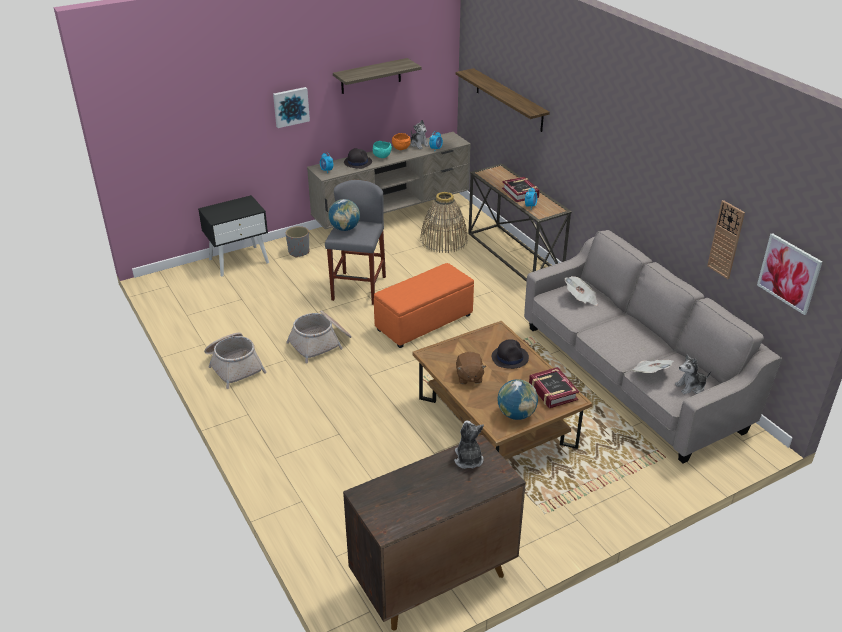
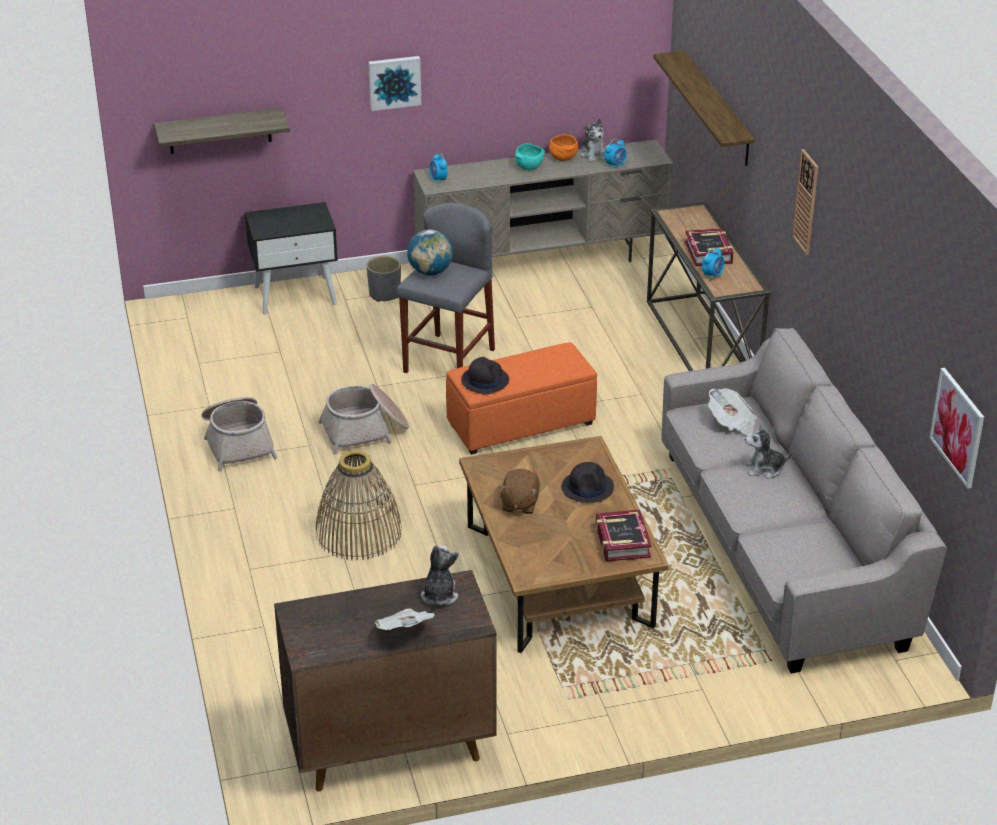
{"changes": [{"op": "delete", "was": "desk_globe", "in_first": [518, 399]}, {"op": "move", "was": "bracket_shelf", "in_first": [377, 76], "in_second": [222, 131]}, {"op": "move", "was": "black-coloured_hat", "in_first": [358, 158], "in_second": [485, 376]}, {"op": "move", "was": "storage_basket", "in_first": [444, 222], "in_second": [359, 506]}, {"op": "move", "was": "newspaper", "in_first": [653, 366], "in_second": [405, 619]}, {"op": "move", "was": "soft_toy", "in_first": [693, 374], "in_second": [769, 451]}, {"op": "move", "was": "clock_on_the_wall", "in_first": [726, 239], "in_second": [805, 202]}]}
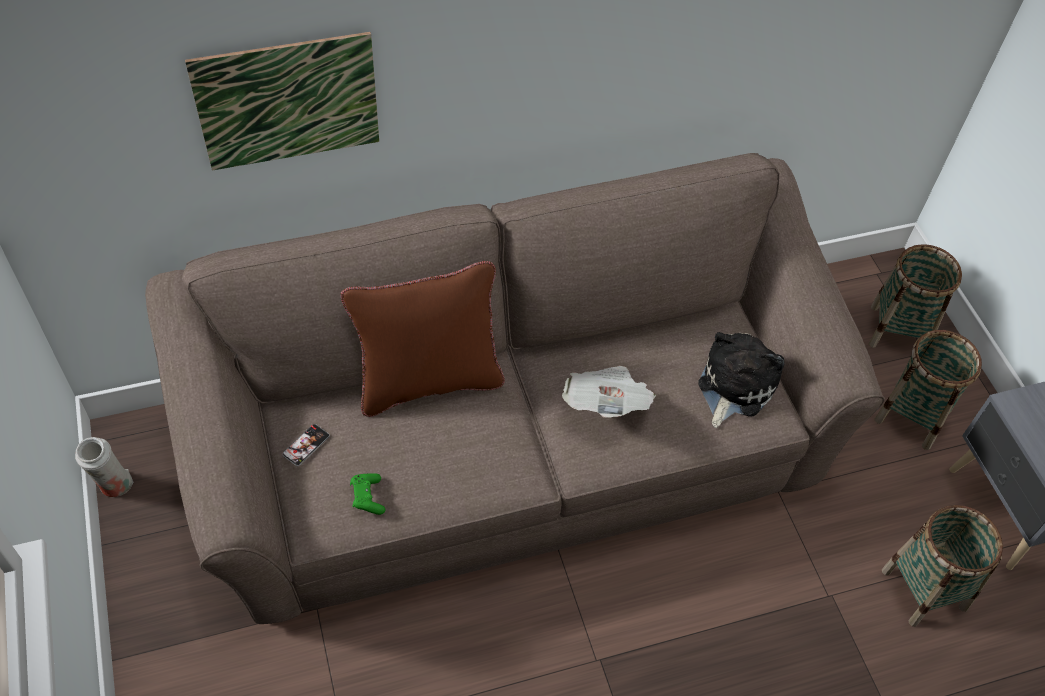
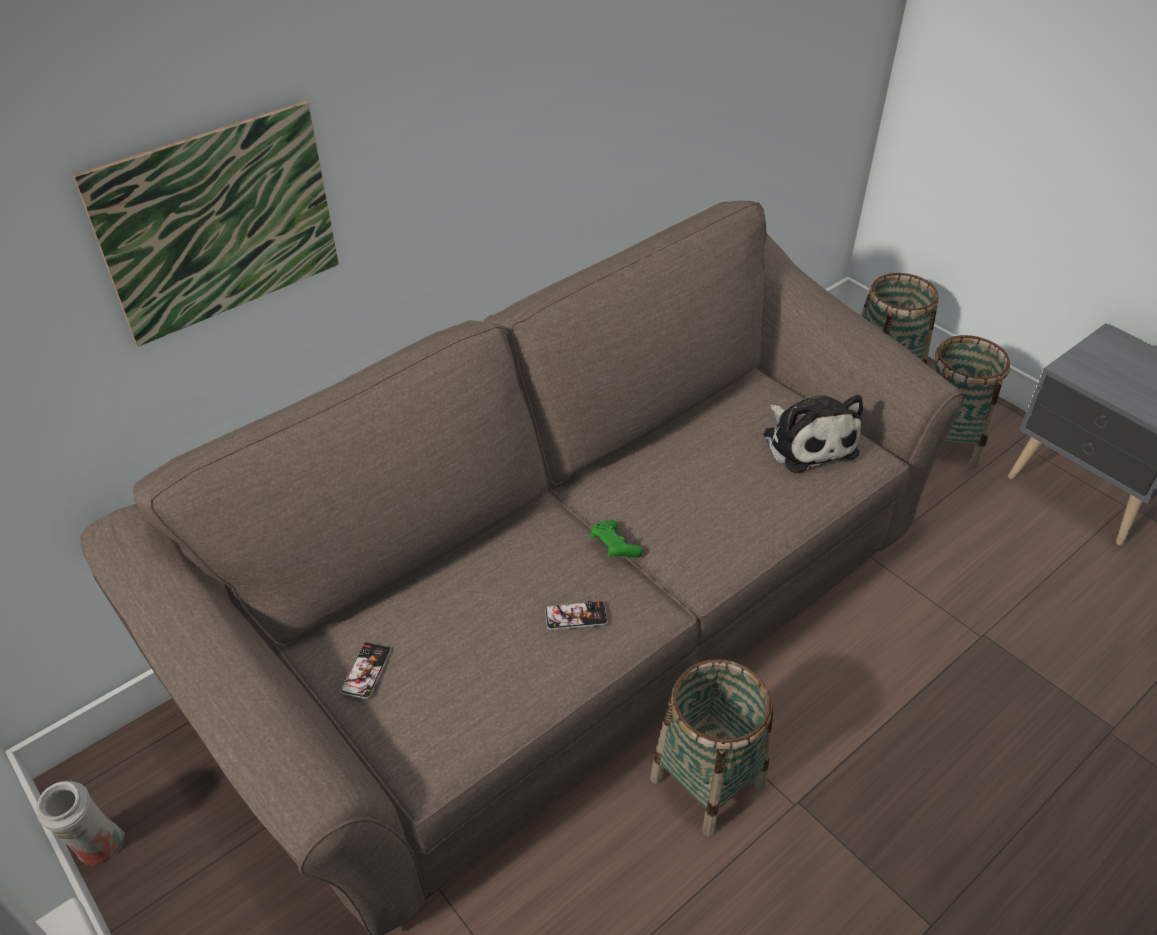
{"changes": [{"op": "delete", "was": "brown-coloured_pillow", "in_first": [423, 339]}, {"op": "delete", "was": "newspaper", "in_first": [609, 392]}, {"op": "insert", "now": "phone", "in_second": [576, 615]}, {"op": "move", "was": "green-coloured_joypad", "in_first": [367, 494], "in_second": [617, 539]}, {"op": "move", "was": "storage_basket", "in_first": [942, 566], "in_second": [711, 748]}, {"op": "rotate", "was": "soft_toy", "in_first": [741, 380], "in_second": [813, 434], "clockwise": 150}]}
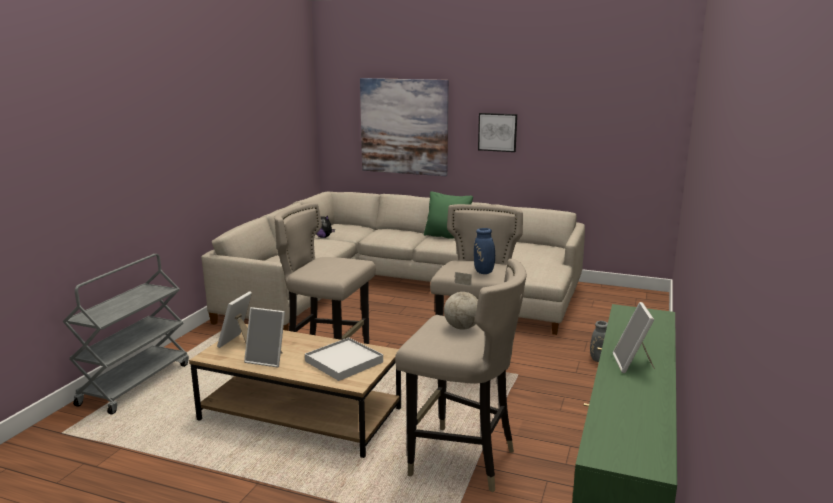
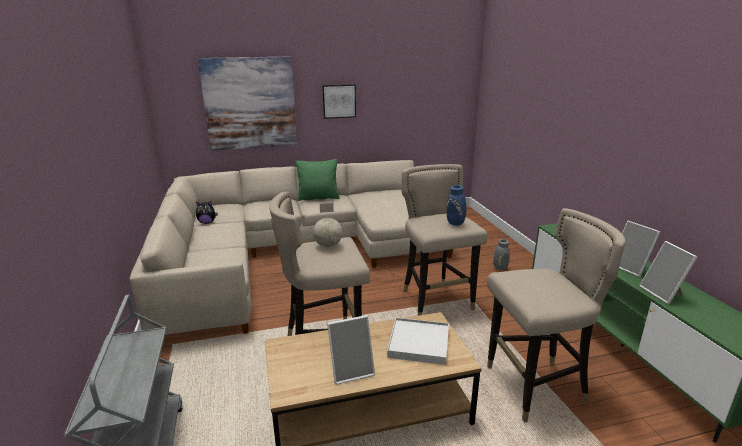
{"changes": [{"op": "move", "was": "standing_frame", "in_first": [234, 319], "in_second": [668, 272]}, {"op": "move", "was": "desk_globe", "in_first": [461, 301], "in_second": [327, 225]}]}
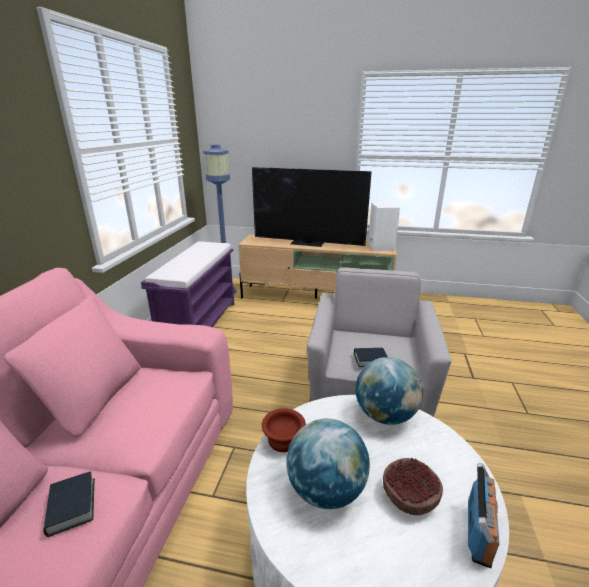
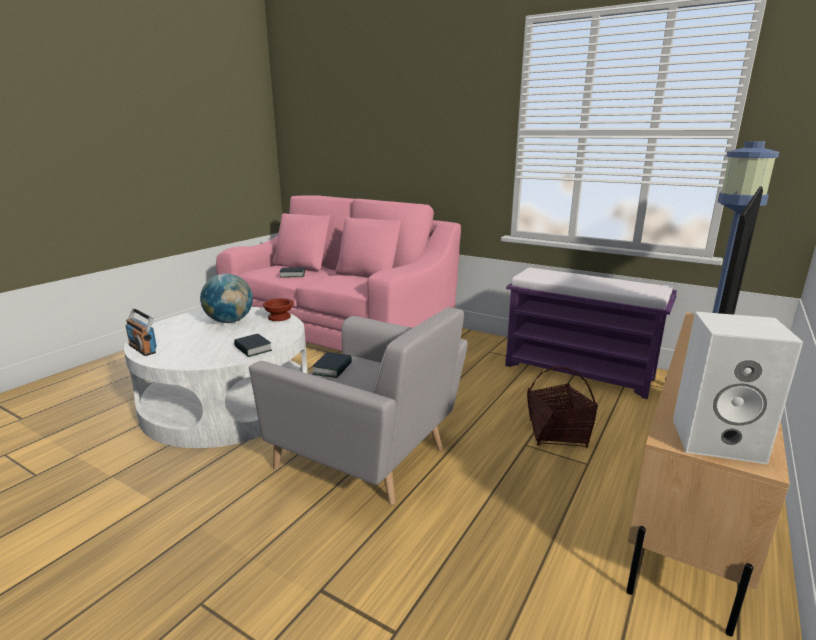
{"changes": [{"op": "delete", "was": "serving_bowl", "in_first": [413, 486]}, {"op": "insert", "now": "storage_basket", "in_second": [562, 407]}, {"op": "replace", "was": "desk_globe", "now": "bound_book", "in_first": [389, 391], "in_second": [253, 345]}]}
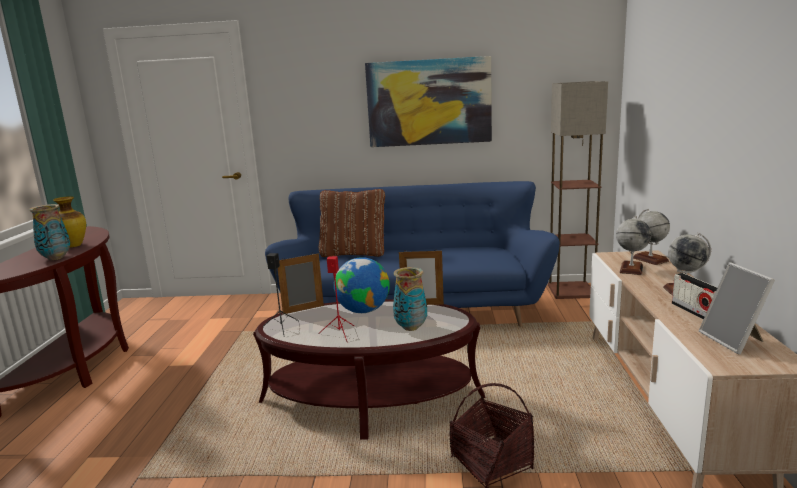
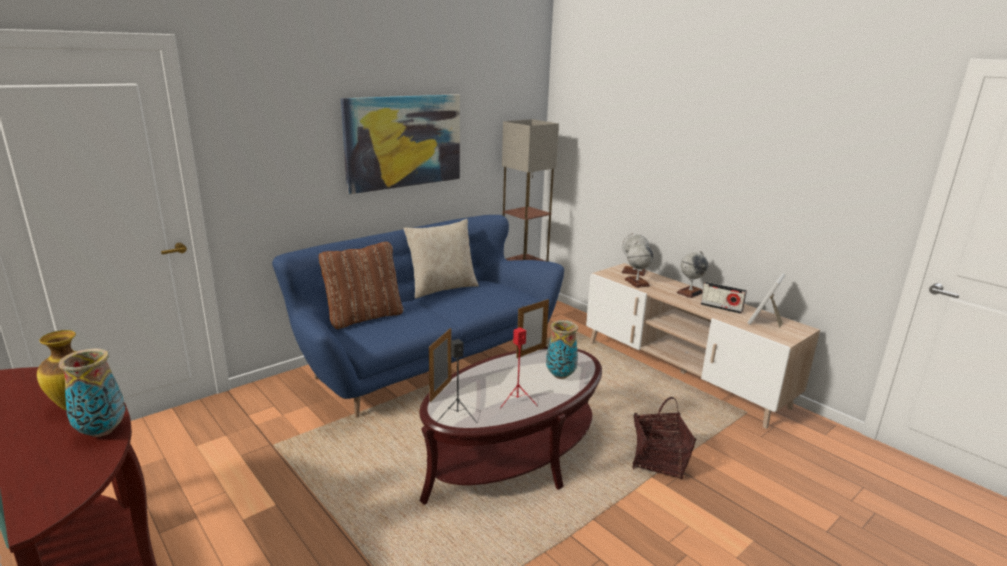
{"changes": [{"op": "delete", "was": "desk_globe", "in_first": [362, 285]}, {"op": "insert", "now": "beige-coloured_pillow", "in_second": [441, 259]}, {"op": "rotate", "was": "standing_frame", "in_first": [737, 308], "in_second": [767, 300], "clockwise": 90}]}
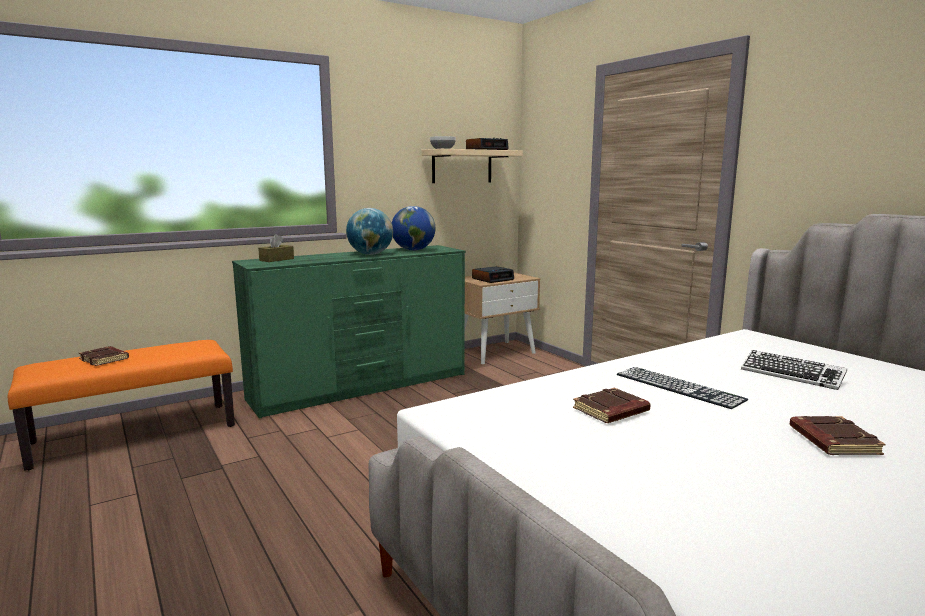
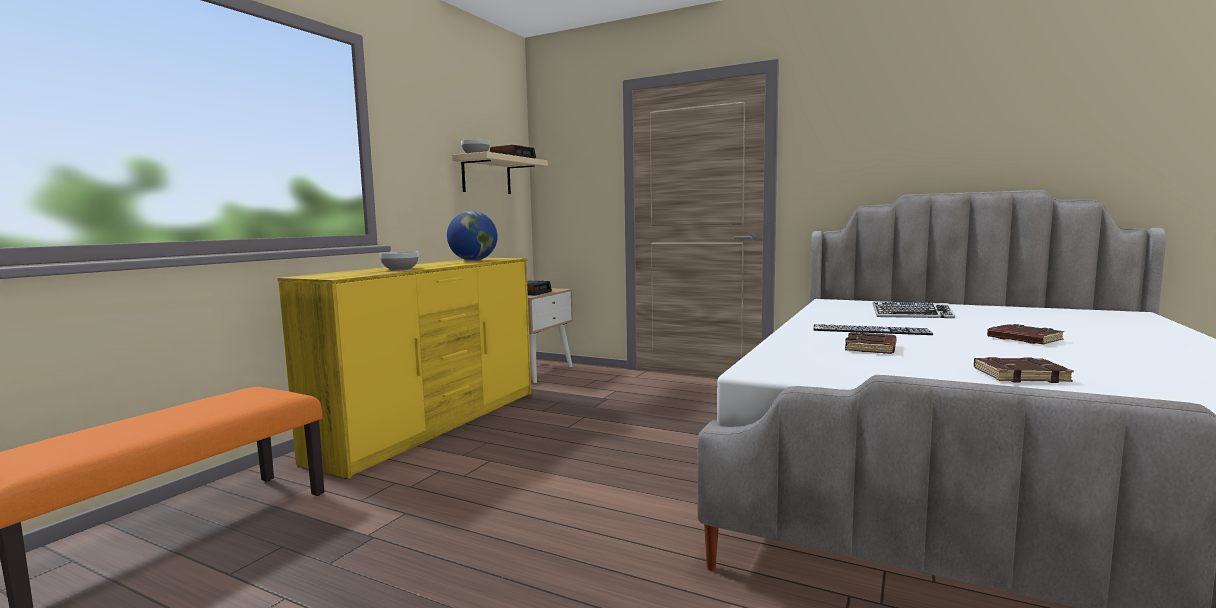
{"changes": [{"op": "delete", "was": "brown-coloured_tissue_holder", "in_first": [276, 248]}, {"op": "delete", "was": "desk_globe", "in_first": [369, 231]}, {"op": "insert", "now": "serving_bowl", "in_second": [399, 261]}, {"op": "move", "was": "brown-coloured_bound_book", "in_first": [104, 356], "in_second": [1024, 370]}, {"op": "recolor", "was": "green-coloured_dresser", "now": "yellowish_dresser", "in_first": [348, 332], "in_second": [404, 368]}]}
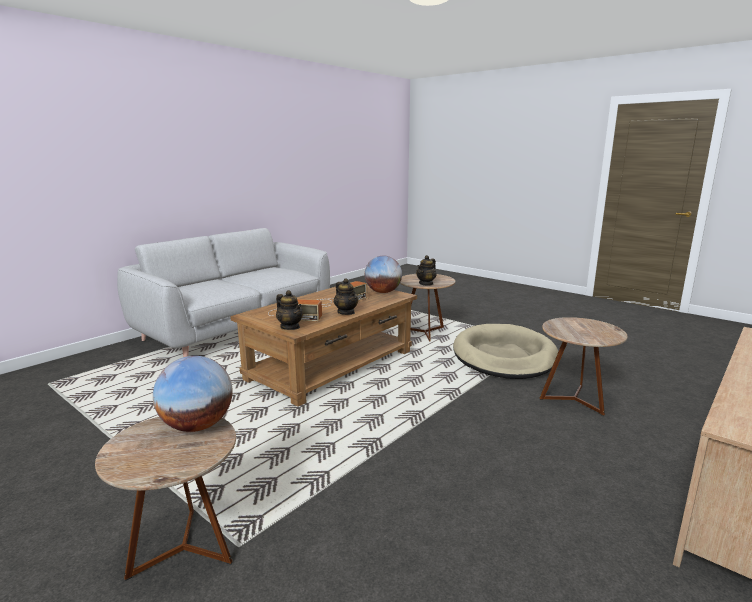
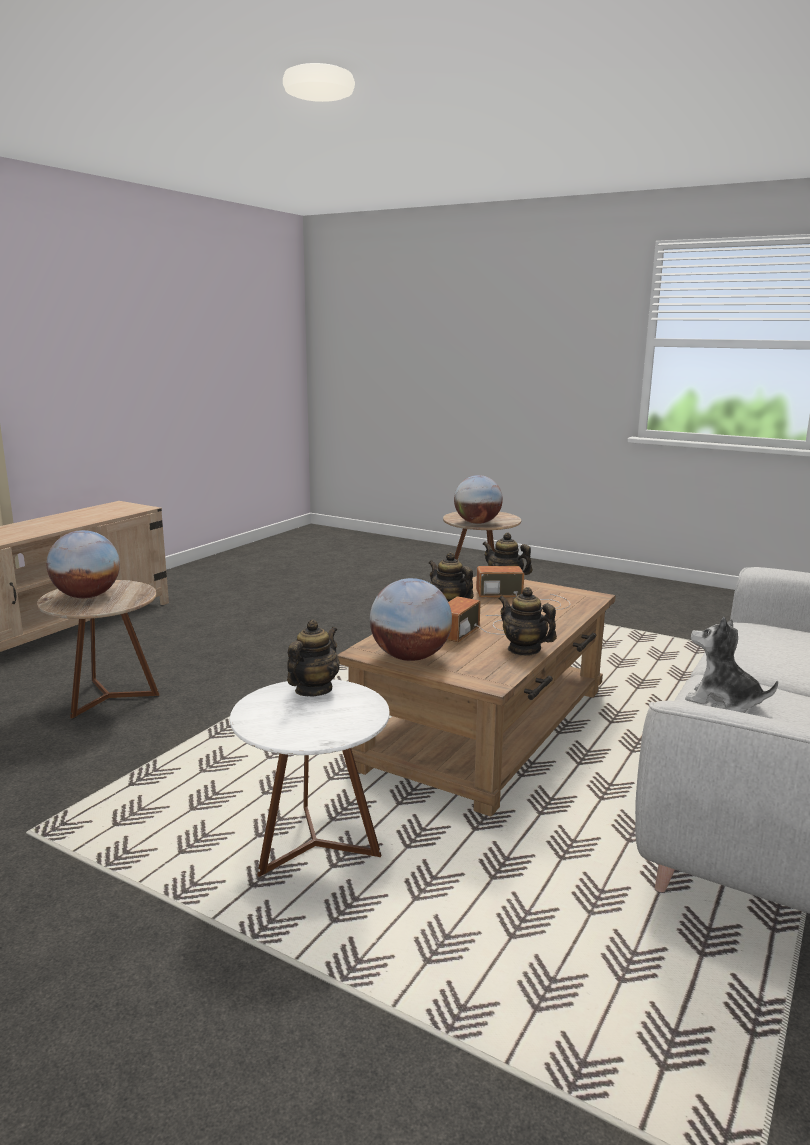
{"changes": [{"op": "delete", "was": "beige-coloured_pet_bed", "in_first": [506, 351]}, {"op": "insert", "now": "desk_globe", "in_second": [83, 564]}, {"op": "insert", "now": "teapot", "in_second": [527, 621]}, {"op": "insert", "now": "soft_toy", "in_second": [731, 665]}, {"op": "recolor", "was": "brown-coloured_side_table", "now": "white_side_table", "in_first": [427, 307], "in_second": [310, 778]}]}
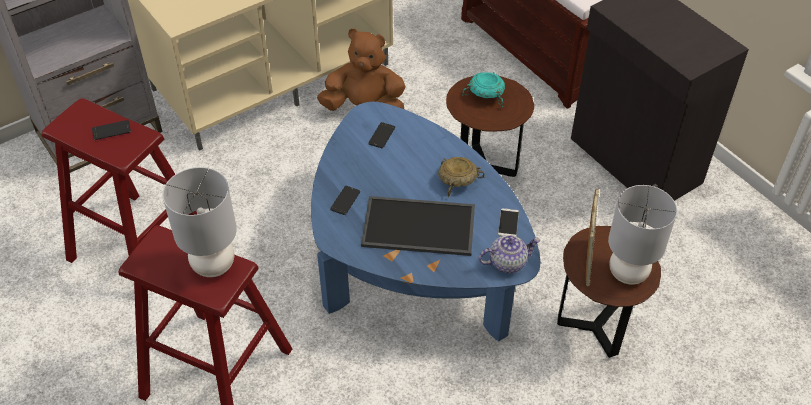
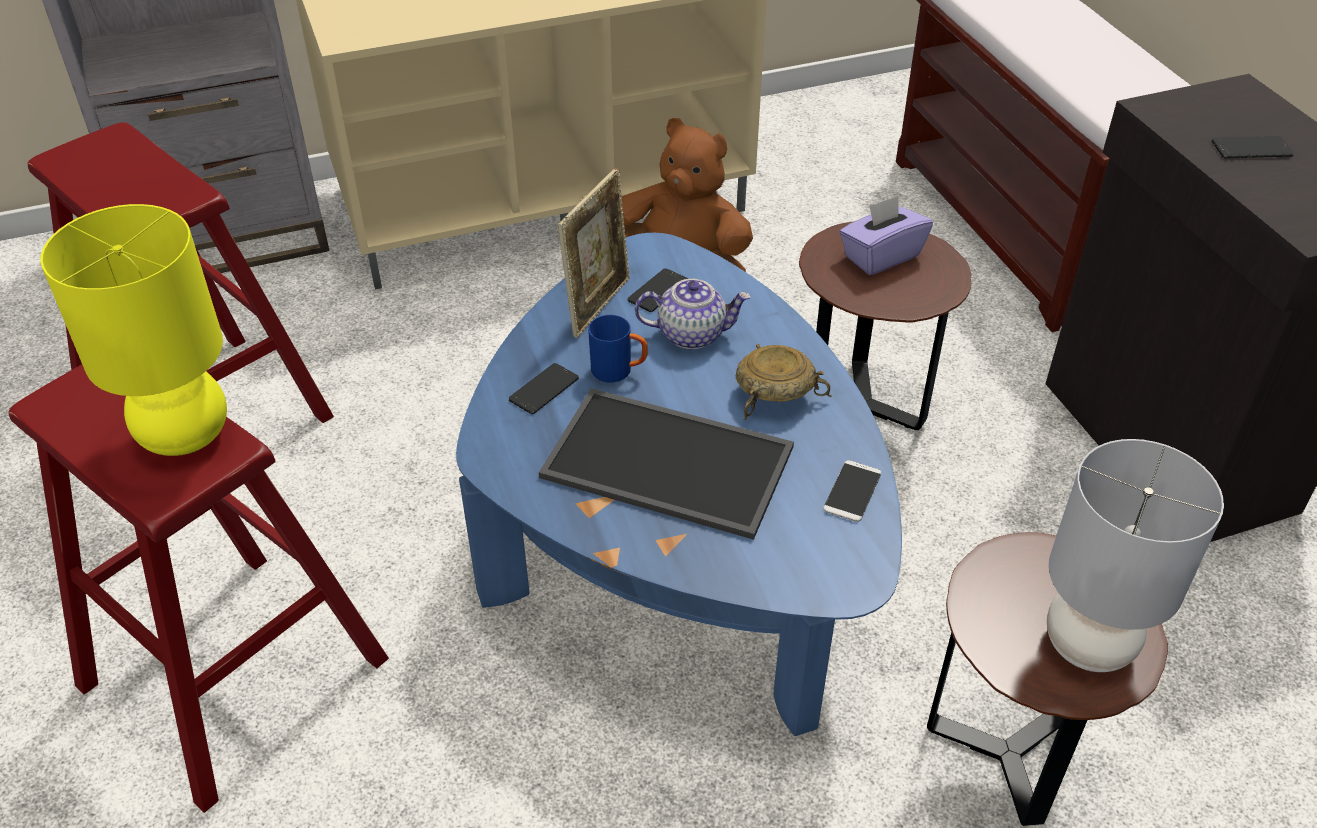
{"changes": [{"op": "insert", "now": "blue_tea_mug", "in_second": [618, 349]}, {"op": "move", "was": "phone", "in_first": [111, 130], "in_second": [1253, 147]}, {"op": "move", "was": "teapot", "in_first": [510, 254], "in_second": [693, 314]}, {"op": "move", "was": "standing_frame", "in_first": [592, 238], "in_second": [594, 253]}, {"op": "replace", "was": "blue-green_serving_bowl", "now": "purple_tissue_holder", "in_first": [483, 89], "in_second": [886, 235]}, {"op": "recolor", "was": "greyish_table_lamp", "now": "yellowish_table_lamp", "in_first": [200, 222], "in_second": [133, 330]}]}
